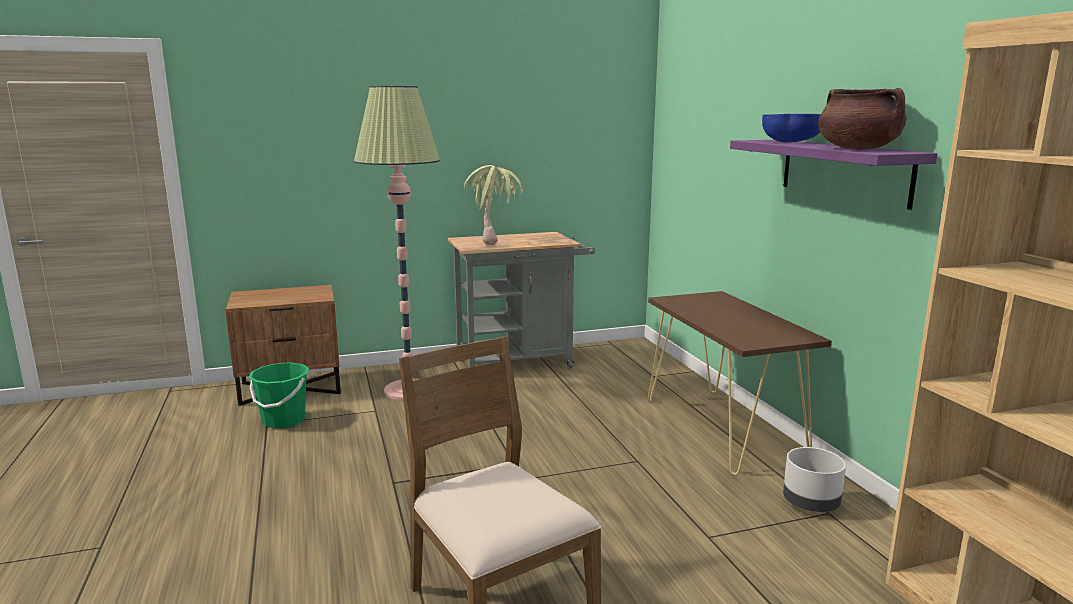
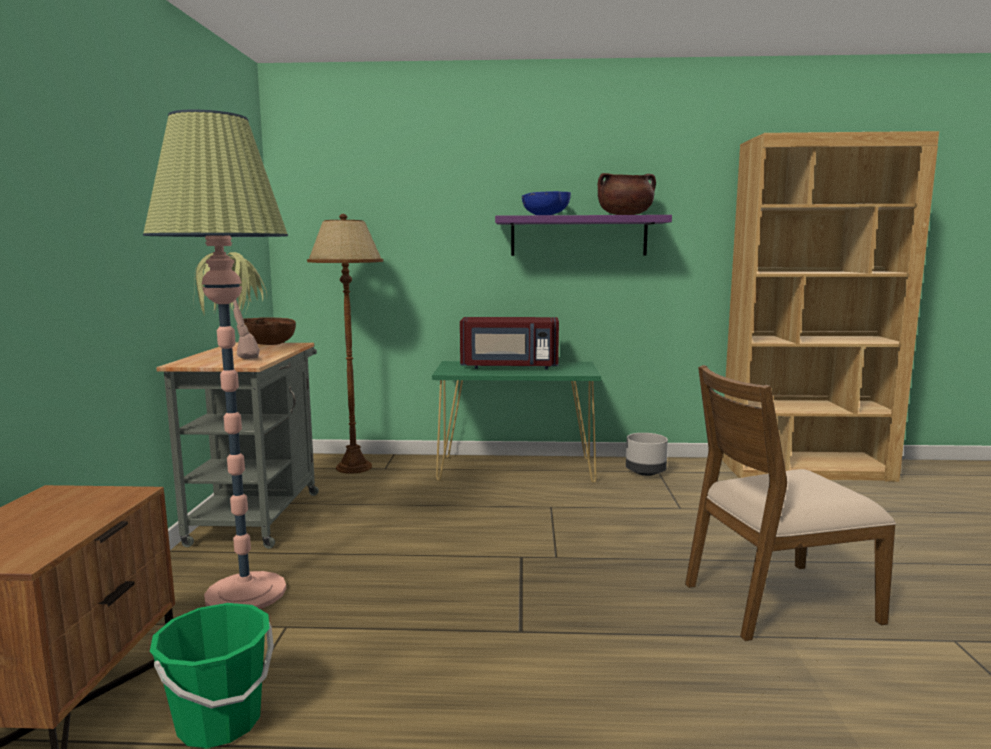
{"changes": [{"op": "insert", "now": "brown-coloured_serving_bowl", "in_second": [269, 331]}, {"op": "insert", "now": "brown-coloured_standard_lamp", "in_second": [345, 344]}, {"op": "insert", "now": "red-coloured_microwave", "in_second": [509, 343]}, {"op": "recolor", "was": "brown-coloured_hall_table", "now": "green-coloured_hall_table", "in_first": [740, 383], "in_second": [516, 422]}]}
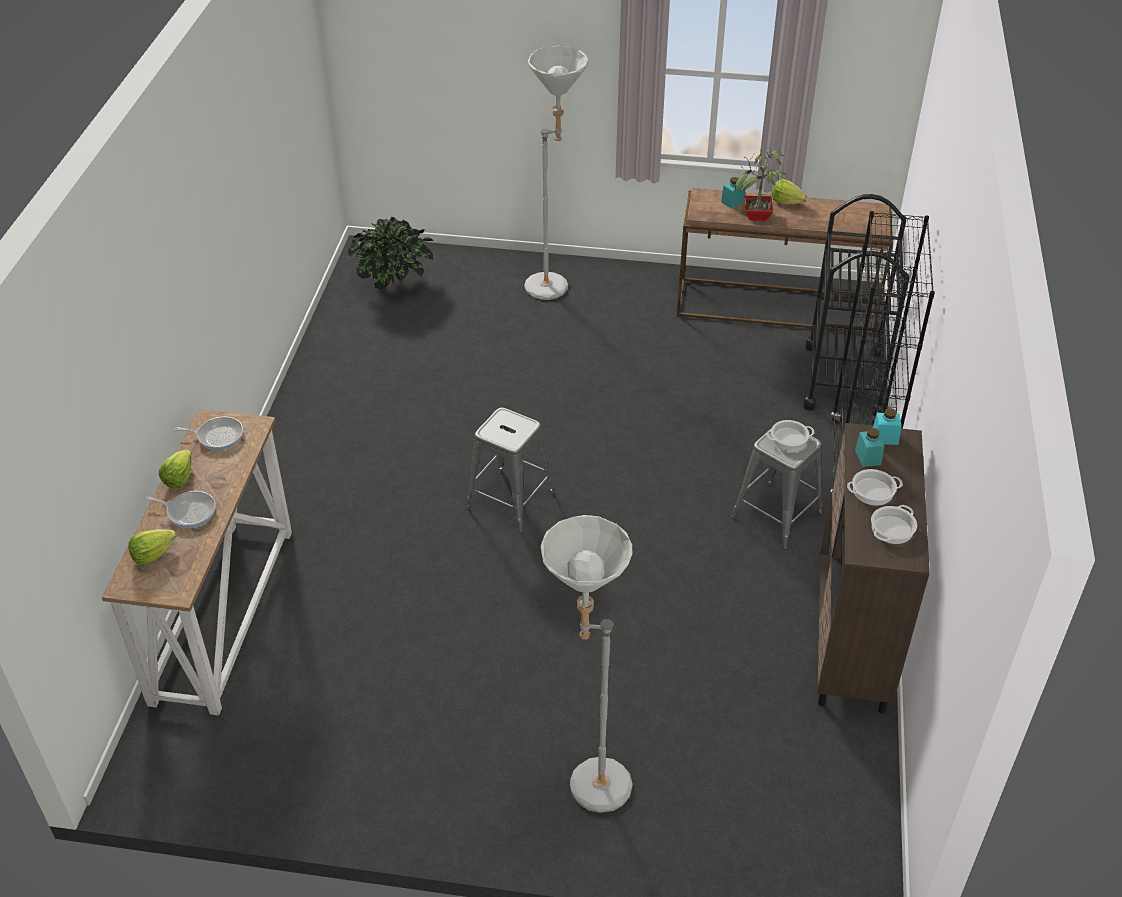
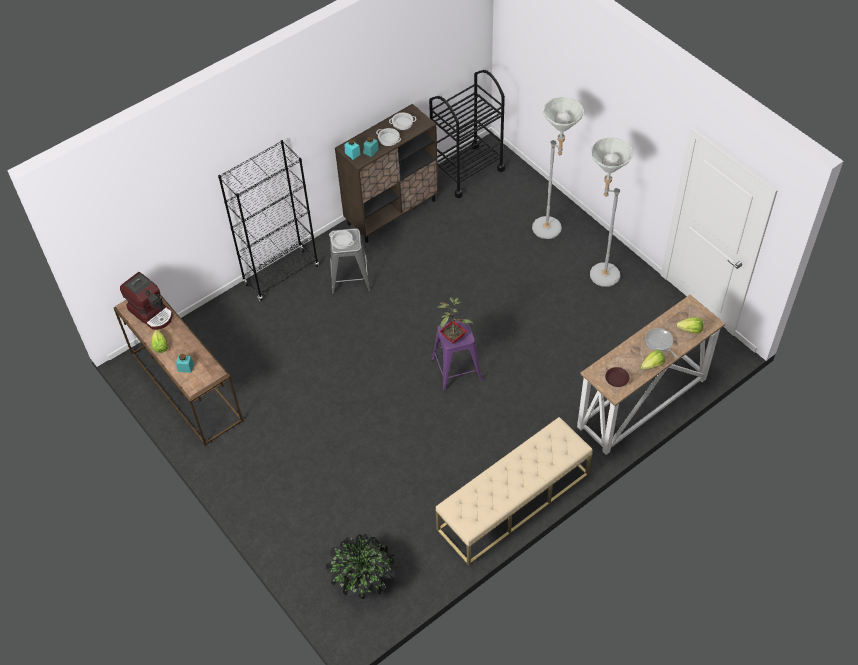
{"changes": [{"op": "insert", "now": "coffee_maker", "in_second": [146, 301]}, {"op": "insert", "now": "beige-coloured_bench", "in_second": [514, 491]}, {"op": "move", "was": "greyish_standard_lamp", "in_first": [556, 173], "in_second": [611, 212]}, {"op": "move", "was": "potted_plant", "in_first": [761, 184], "in_second": [455, 320]}, {"op": "move", "was": "black-coloured_cart", "in_first": [856, 305], "in_second": [467, 134]}, {"op": "replace", "was": "frying_pan", "now": "brown-coloured_dinner_plate", "in_first": [208, 433], "in_second": [617, 377]}, {"op": "recolor", "was": "greyish_stool_seat", "now": "purple_stool_seat", "in_first": [510, 470], "in_second": [457, 355]}]}
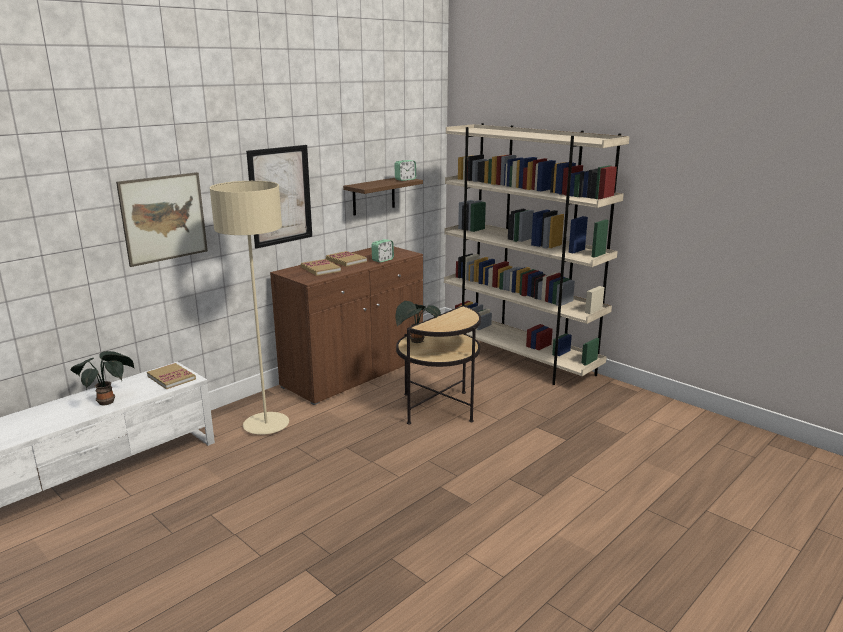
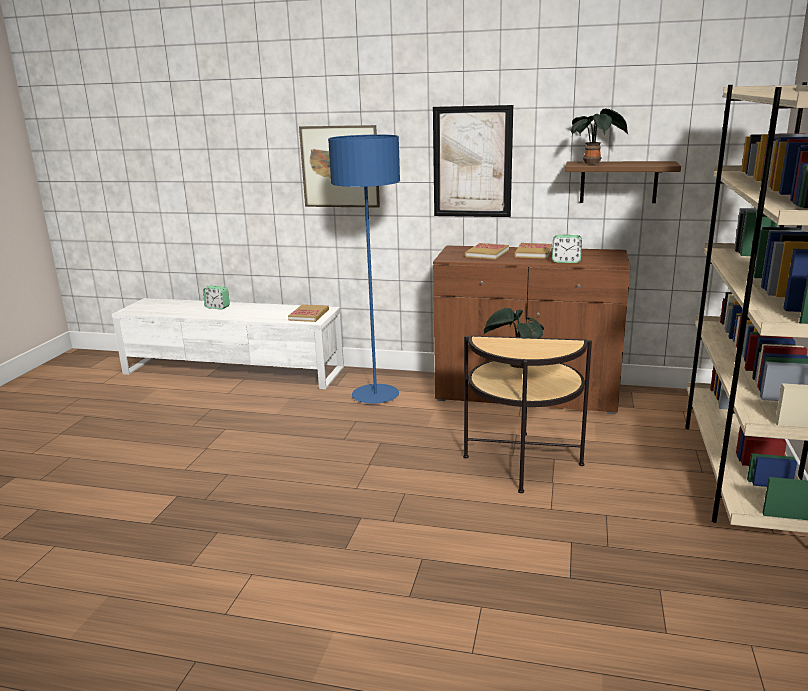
{"changes": [{"op": "move", "was": "potted_plant", "in_first": [102, 378], "in_second": [599, 136]}, {"op": "move", "was": "table_clock", "in_first": [405, 170], "in_second": [216, 298]}, {"op": "recolor", "was": "beige-coloured_standard_lamp", "now": "blue_standard_lamp", "in_first": [249, 308], "in_second": [364, 269]}]}
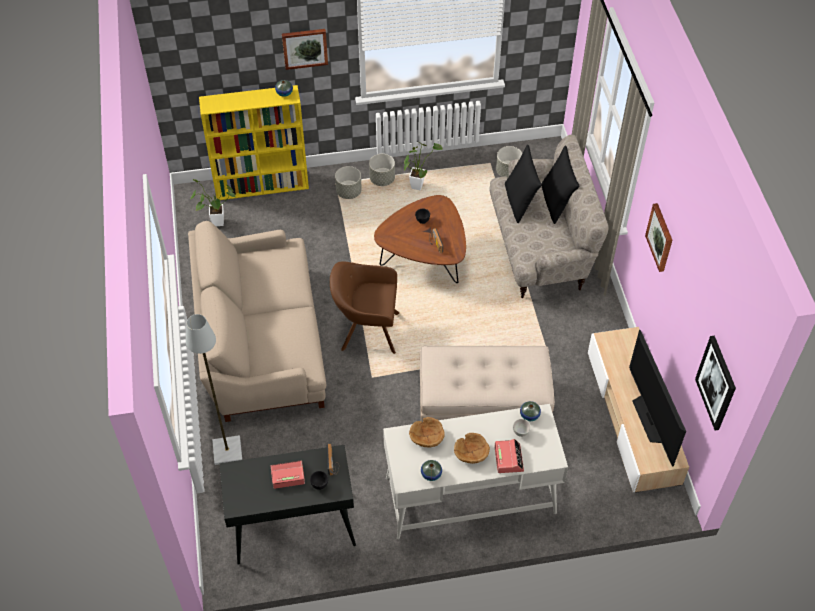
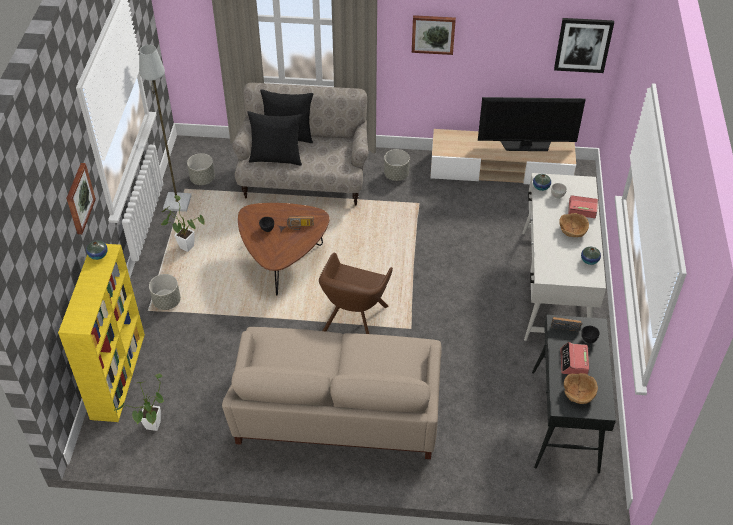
{"changes": [{"op": "delete", "was": "beige-coloured_footrest", "in_first": [487, 384]}, {"op": "move", "was": "greyish_standard_lamp", "in_first": [214, 389], "in_second": [165, 128]}, {"op": "move", "was": "greyish_planter", "in_first": [382, 170], "in_second": [397, 165]}, {"op": "move", "was": "brown-coloured_serving_bowl", "in_first": [427, 432], "in_second": [581, 388]}]}
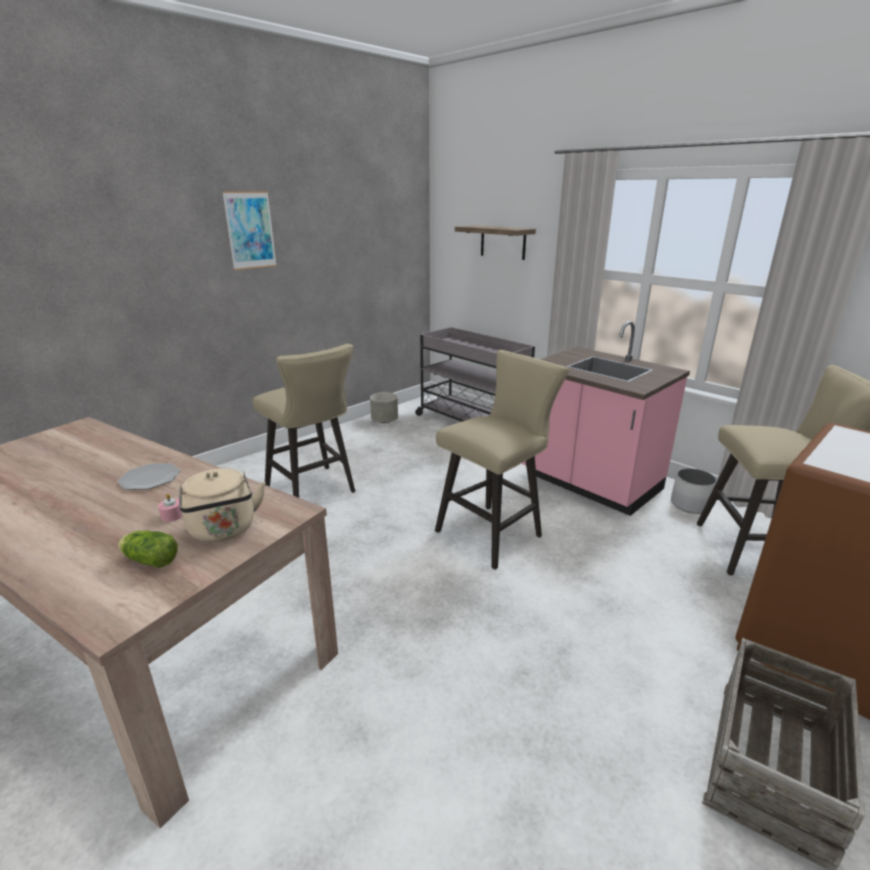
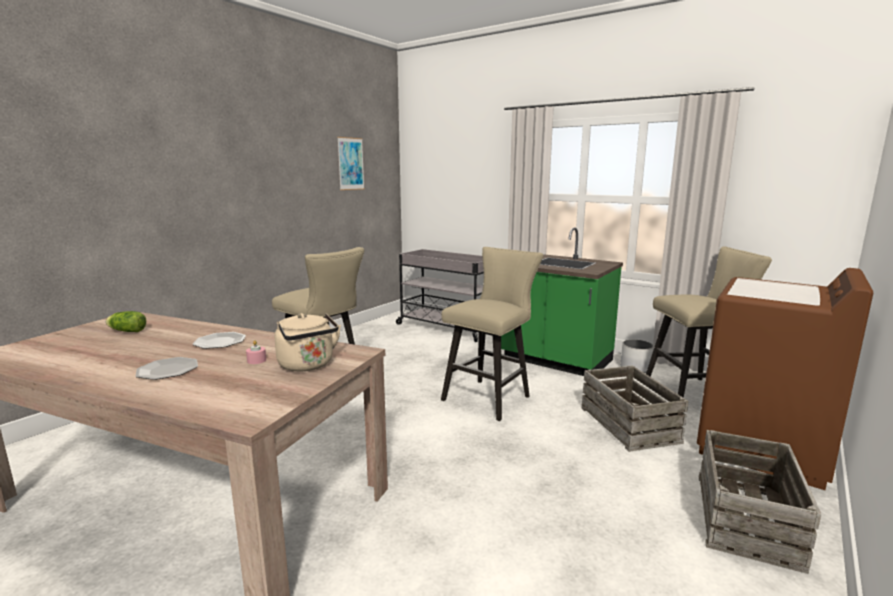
{"changes": [{"op": "delete", "was": "greyish_planter", "in_first": [384, 407]}, {"op": "delete", "was": "bracket_shelf", "in_first": [495, 242]}, {"op": "insert", "now": "dinner_plate", "in_second": [167, 368]}, {"op": "insert", "now": "shipping_crate", "in_second": [635, 408]}, {"op": "move", "was": "head_of_lettuce", "in_first": [148, 549], "in_second": [126, 321]}, {"op": "move", "was": "picture", "in_first": [249, 230], "in_second": [351, 163]}, {"op": "recolor", "was": "pink-coloured_counter", "now": "green-coloured_counter", "in_first": [606, 418], "in_second": [562, 301]}]}
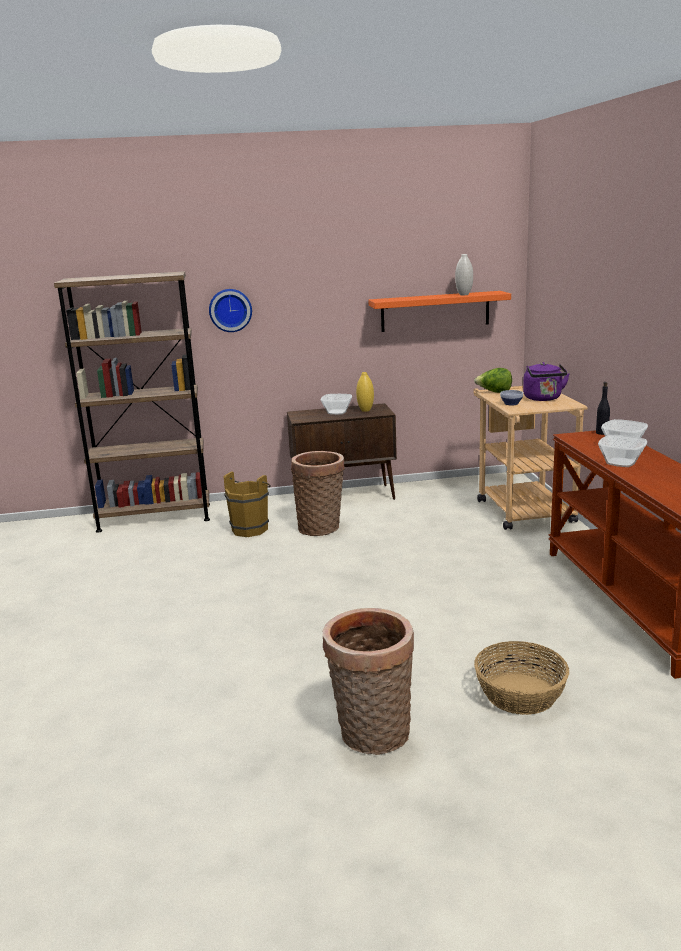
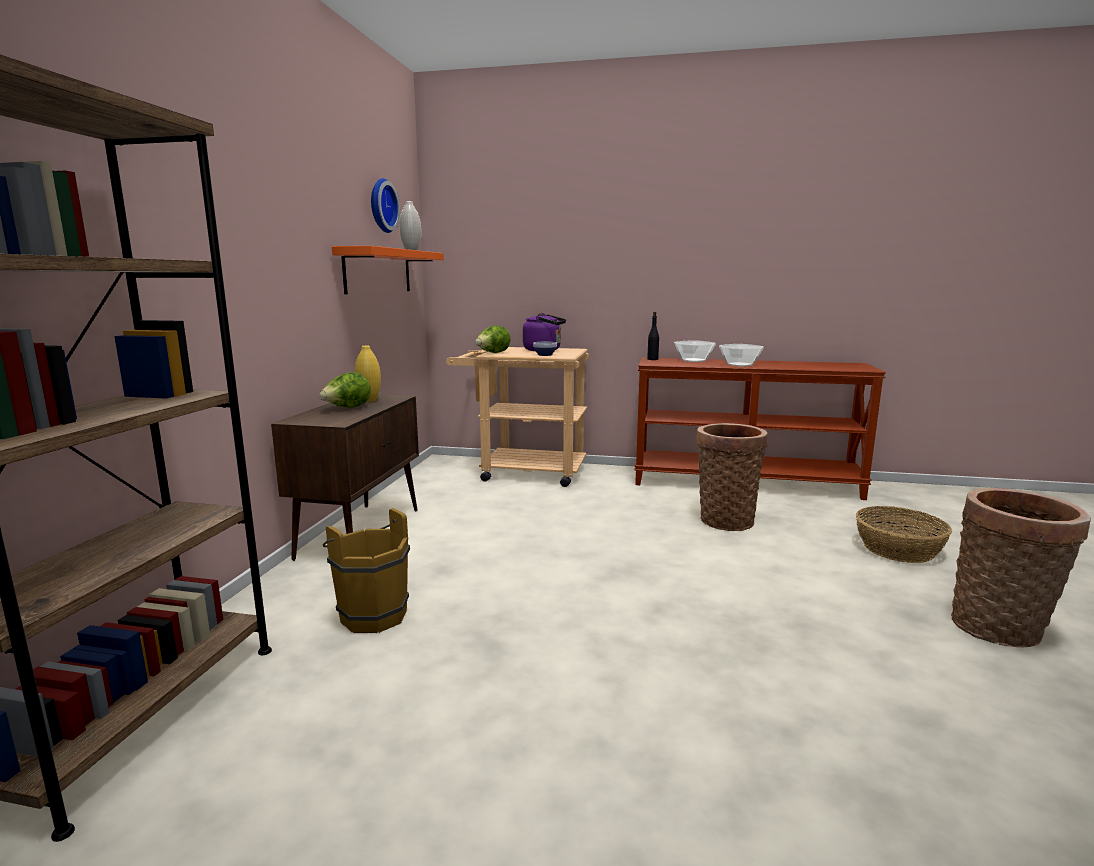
{"changes": [{"op": "move", "was": "clock_on_the_wall", "in_first": [230, 310], "in_second": [385, 205]}, {"op": "move", "was": "storage_basket", "in_first": [318, 493], "in_second": [731, 477]}, {"op": "replace", "was": "serving_bowl", "now": "head_of_lettuce", "in_first": [336, 404], "in_second": [345, 390]}]}
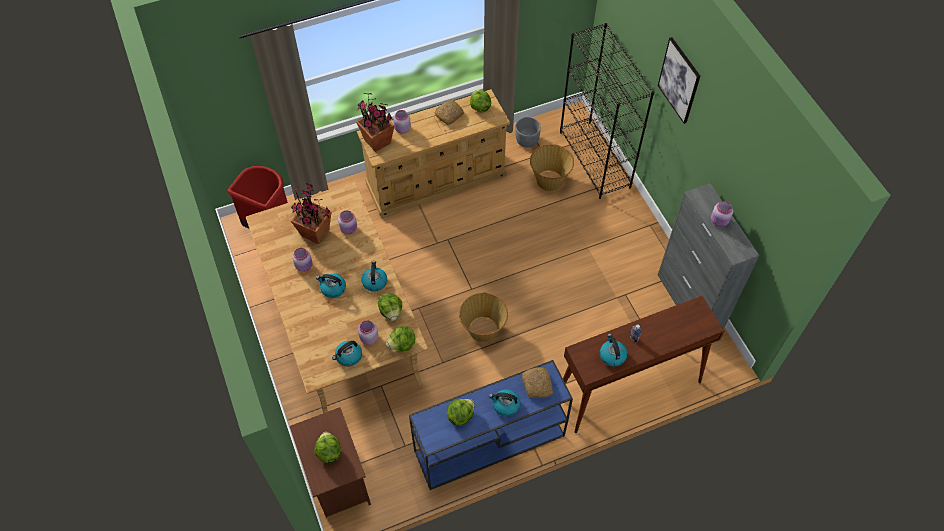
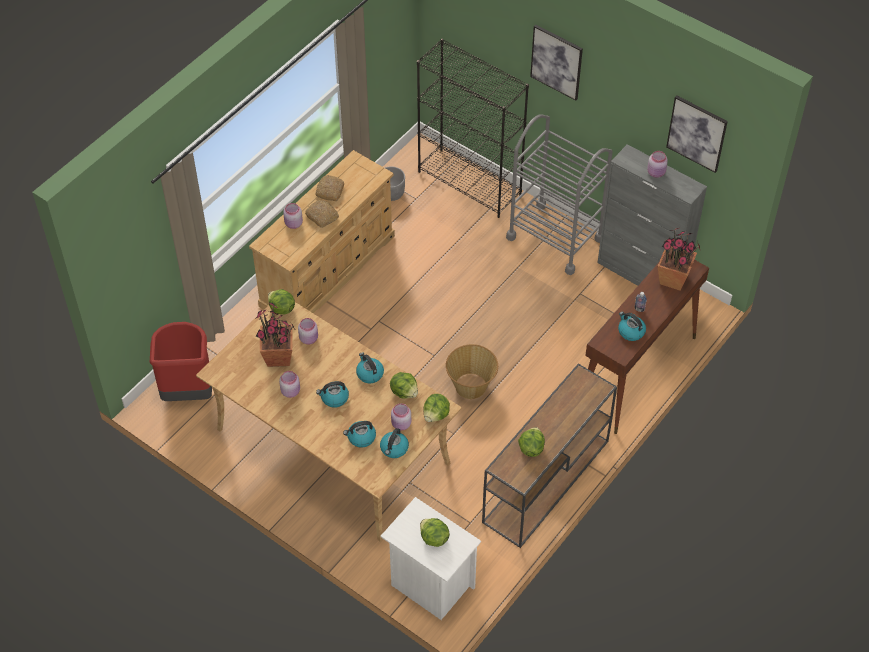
{"changes": [{"op": "delete", "was": "storage_basket", "in_first": [552, 167]}, {"op": "insert", "now": "greyish_cart", "in_second": [559, 194]}, {"op": "insert", "now": "picture", "in_second": [697, 134]}, {"op": "move", "was": "potted_plant", "in_first": [375, 122], "in_second": [679, 259]}, {"op": "move", "was": "head_of_lettuce", "in_first": [480, 101], "in_second": [281, 302]}, {"op": "move", "was": "water_kettle", "in_first": [504, 403], "in_second": [359, 434]}, {"op": "move", "was": "bakery_bread", "in_first": [537, 382], "in_second": [322, 214]}, {"op": "recolor", "was": "brown-coloured_nightstand", "now": "white_nightstand", "in_first": [330, 462], "in_second": [431, 558]}, {"op": "recolor", "was": "blue_hall_table", "now": "brown-coloured_hall_table", "in_first": [491, 425], "in_second": [549, 456]}]}
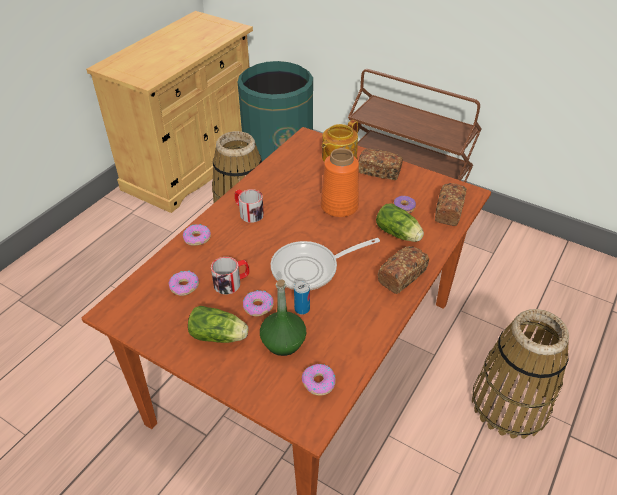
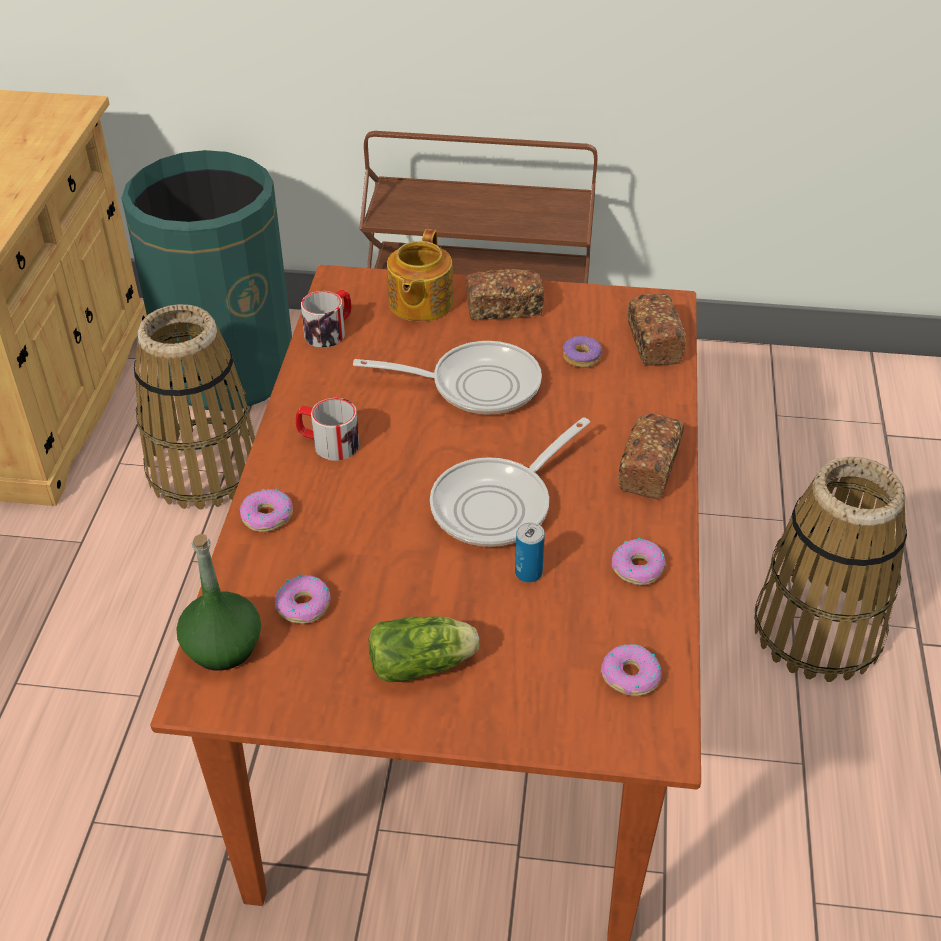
{"changes": [{"op": "delete", "was": "head_of_lettuce", "in_first": [400, 222]}, {"op": "move", "was": "tea_mug", "in_first": [230, 275], "in_second": [326, 319]}, {"op": "move", "was": "donut", "in_first": [258, 303], "in_second": [639, 561]}, {"op": "move", "was": "green-coloured_beverage_bottle", "in_first": [283, 317], "in_second": [218, 602]}, {"op": "replace", "was": "orangey_vase", "now": "frying_pan", "in_first": [340, 182], "in_second": [447, 378]}]}
